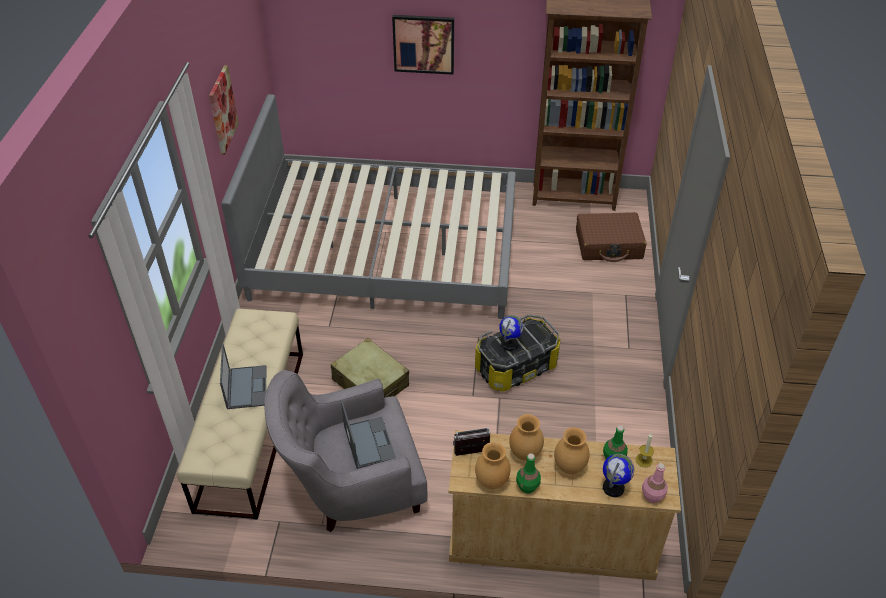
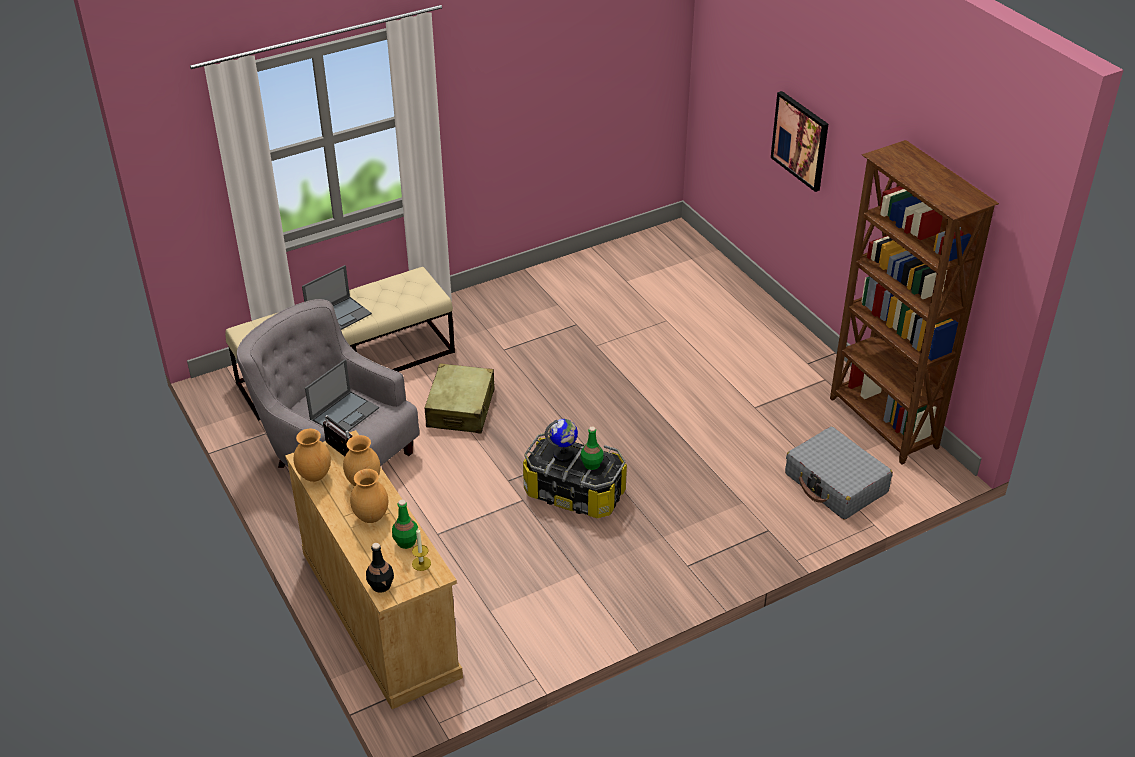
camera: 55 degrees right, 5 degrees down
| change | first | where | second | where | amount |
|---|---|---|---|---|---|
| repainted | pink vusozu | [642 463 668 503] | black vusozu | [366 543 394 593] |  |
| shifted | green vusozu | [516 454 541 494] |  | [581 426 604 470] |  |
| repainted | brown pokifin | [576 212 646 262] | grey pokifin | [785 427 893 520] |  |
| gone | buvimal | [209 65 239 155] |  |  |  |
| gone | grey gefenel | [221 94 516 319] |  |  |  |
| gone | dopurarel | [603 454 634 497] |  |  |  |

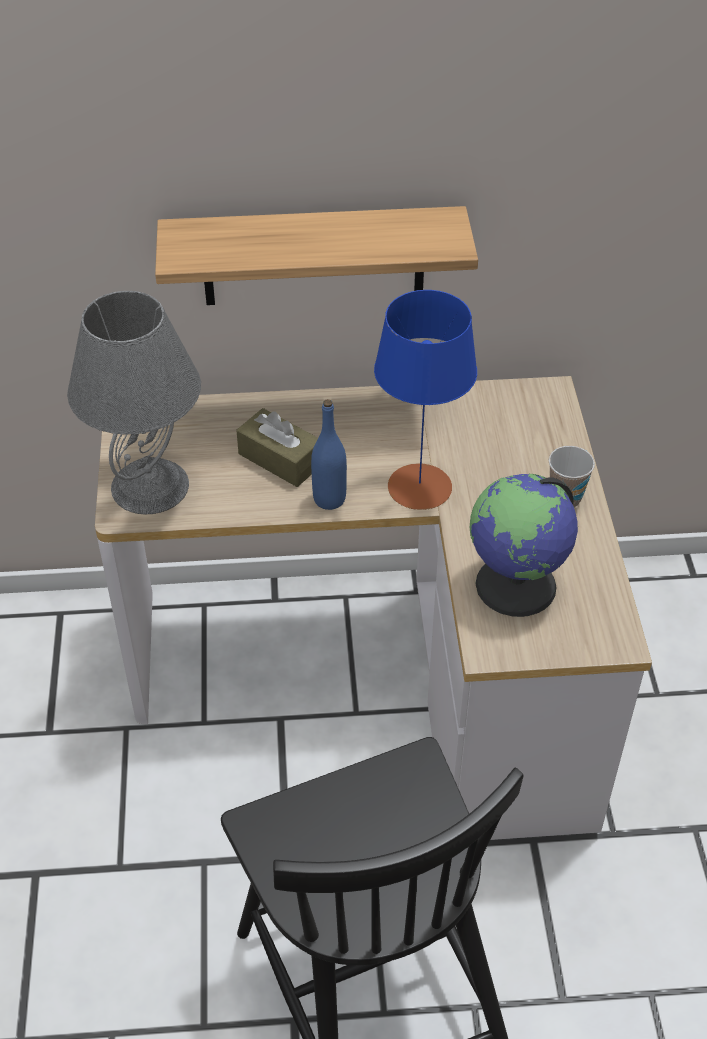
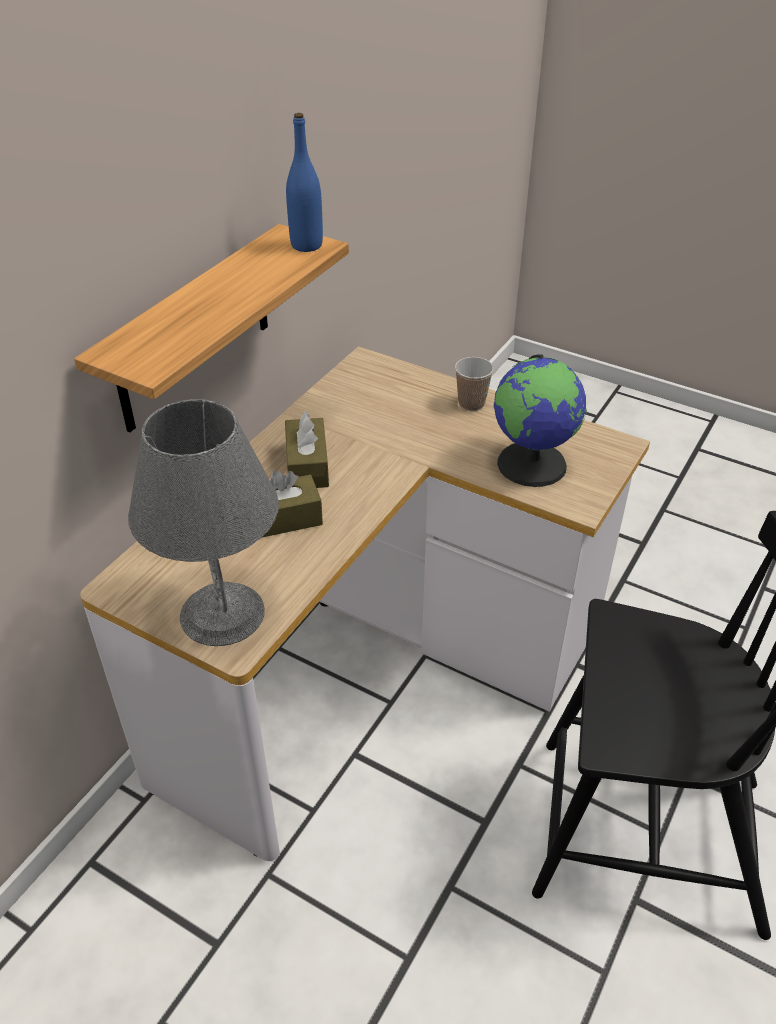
camera: 55 degrees left, 5 degrees down
| change | first | where | second | where | amount |
|---|---|---|---|---|---|
| new |  |  | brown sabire | [285 411 329 488] |  |
| shifted | blue vusozu | [311 399 347 510] |  | [286 113 323 252] |  |
| gone | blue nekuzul | [374 290 477 510] |  |  |  |

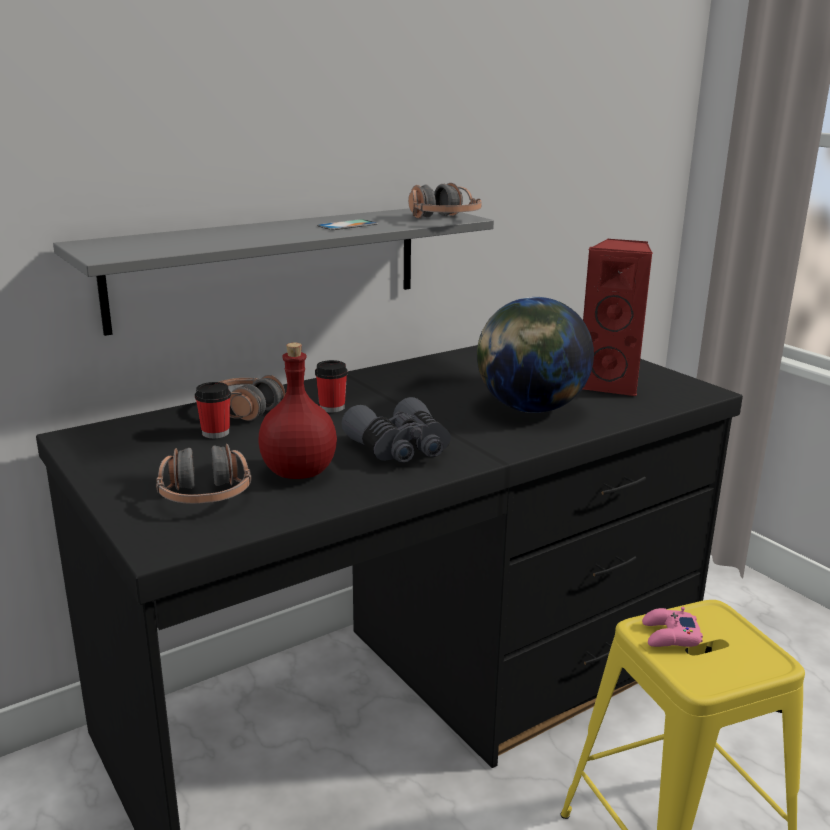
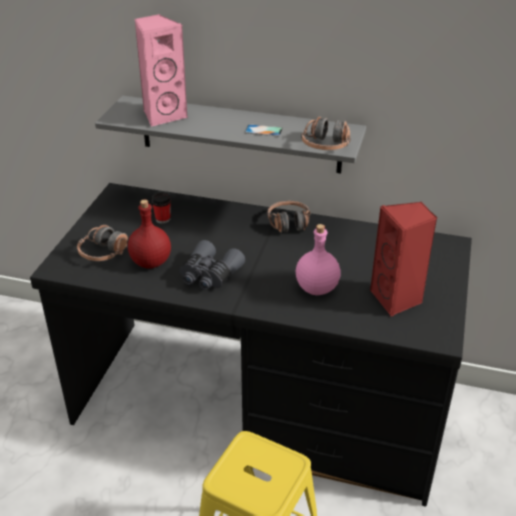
camera: 50 degrees right, 15 degrees up
| change | first | where | second | where | amount |
|---|---|---|---|---|---|
| new |  |  | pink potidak | [134 14 188 127] |  |
| shifted | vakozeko | [219 375 286 421] |  | [267 201 311 233] |  |
| swapped | dopurarel | [477 297 594 413] | pink vusozu | [296 224 341 295] |  |
| gone | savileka | [315 360 348 413] |  |  |  |
| gone | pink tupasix | [642 607 703 647] |  |  |  |

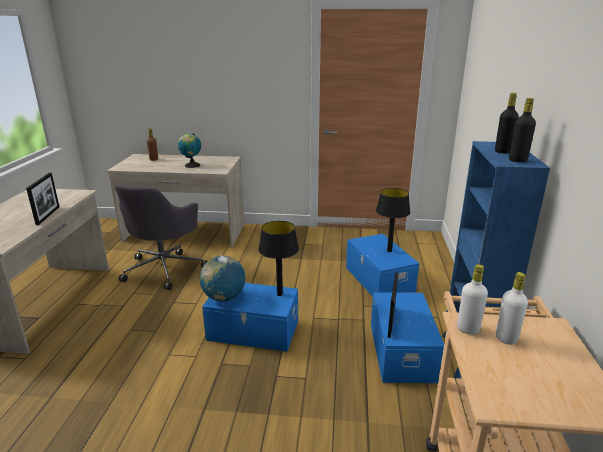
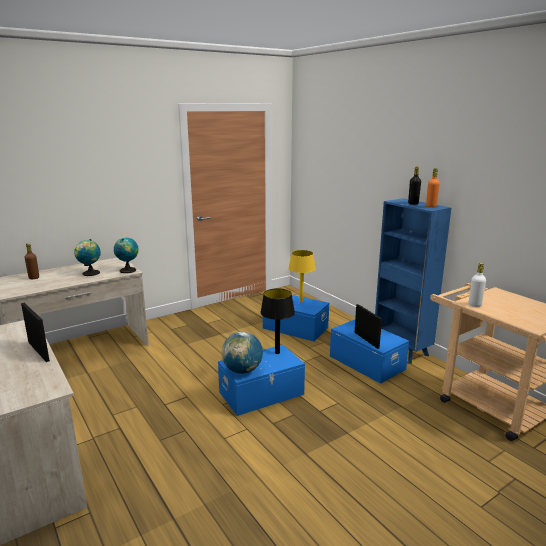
camera: 40 degrees left, 5 degrees down
| change | first | where | second | where | amount |
|---|---|---|---|---|---|
| new |  |  | dopurarel | [114 237 139 273] |  |
| repainted | black nekuzul | [376 188 410 252] | yellow nekuzul | [288 250 316 302] |  |
| repainted | black vusozu | [509 98 536 162] | orange vusozu | [426 168 440 208] |  |
| gone | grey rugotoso | [115 184 207 290] |  |  |  |
| gone | white vusozu | [496 272 528 345] |  |  |  |

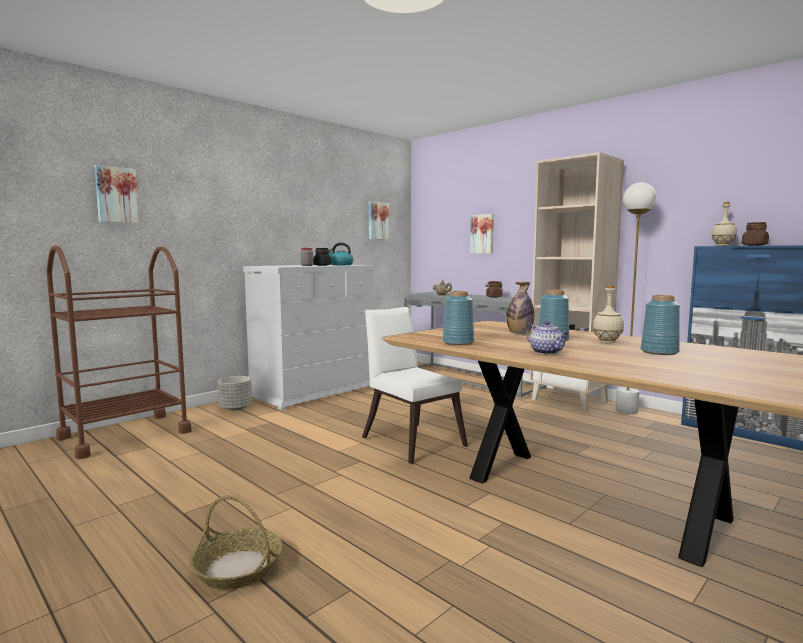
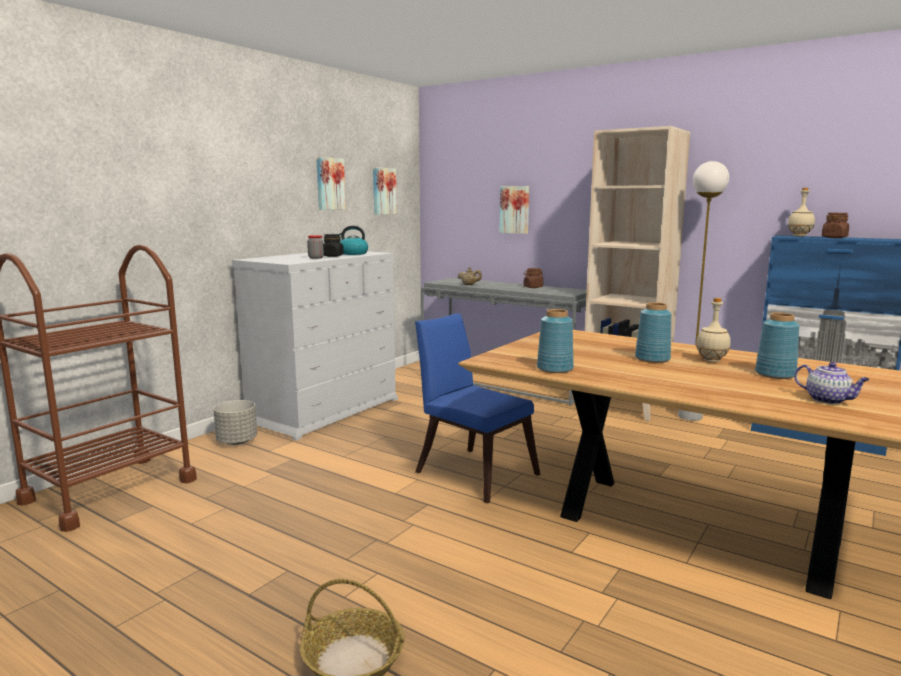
camera: 10 degrees left, 5 degrees up
| change | first | where | second | where | amount |
|---|---|---|---|---|---|
| shifted | buvimal | [95 165 139 223] |  | [316 157 346 210] |  |
| repainted | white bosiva | [362 307 468 464] | blue bosiva | [415 313 540 504] |  |
| shifted | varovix | [526 321 569 354] |  | [794 362 870 404] |  |
| gone | vusozu | [507 282 534 334] |  |  |  |

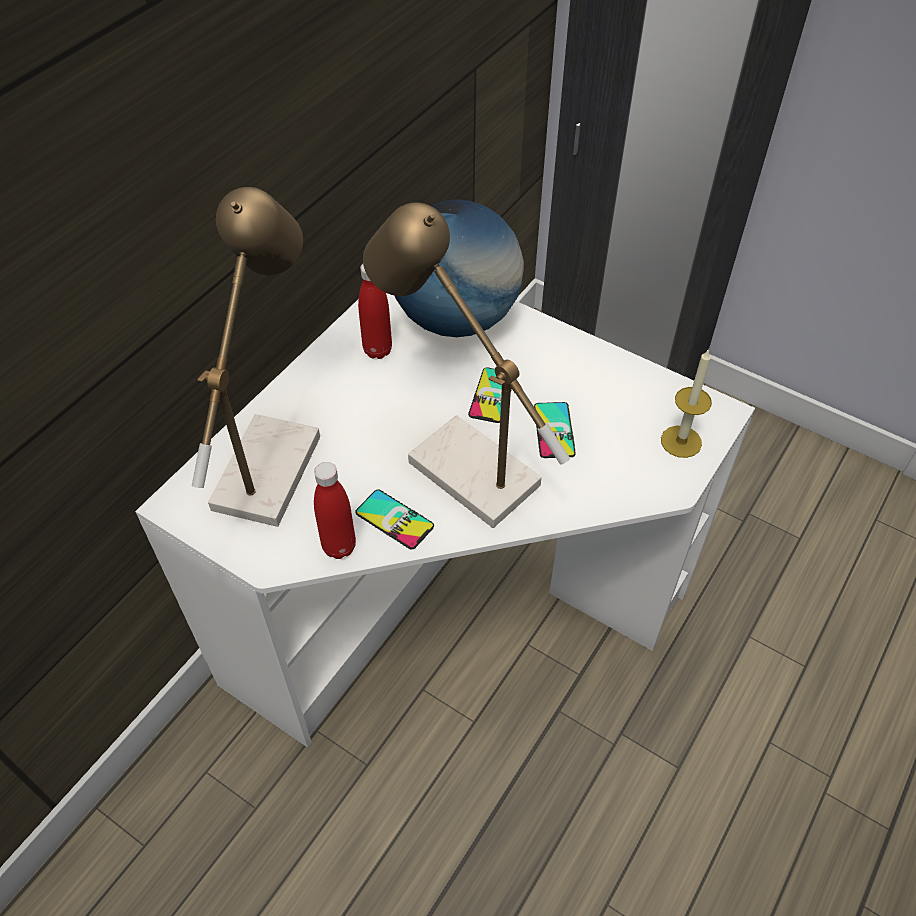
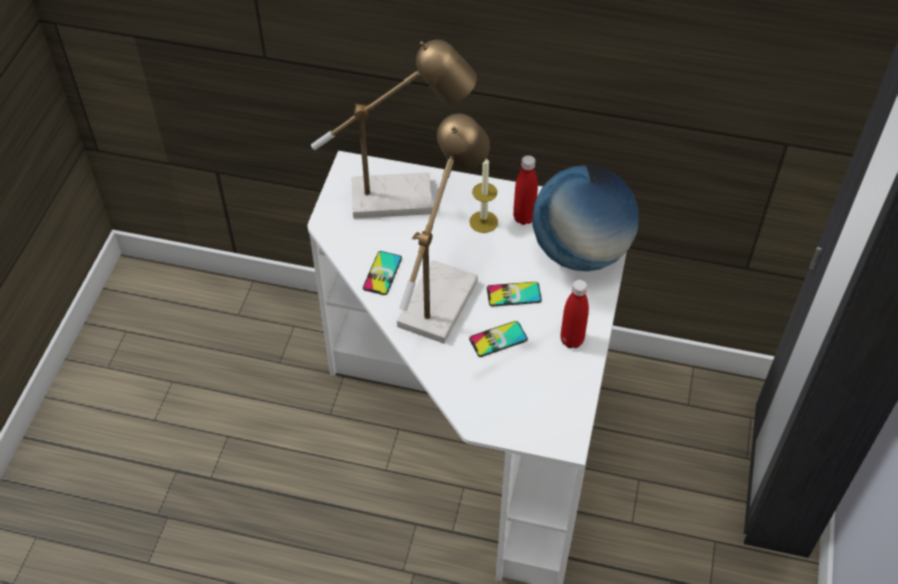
camera: 70 degrees right, 0 degrees up
| change | first | where | second | where | amount |
|---|---|---|---|---|---|
| shifted | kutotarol | [661 349 712 458] |  | [469 158 498 233] |  |
| shifted | red vusozu | [314 462 356 559] |  | [560 279 589 348] |  |

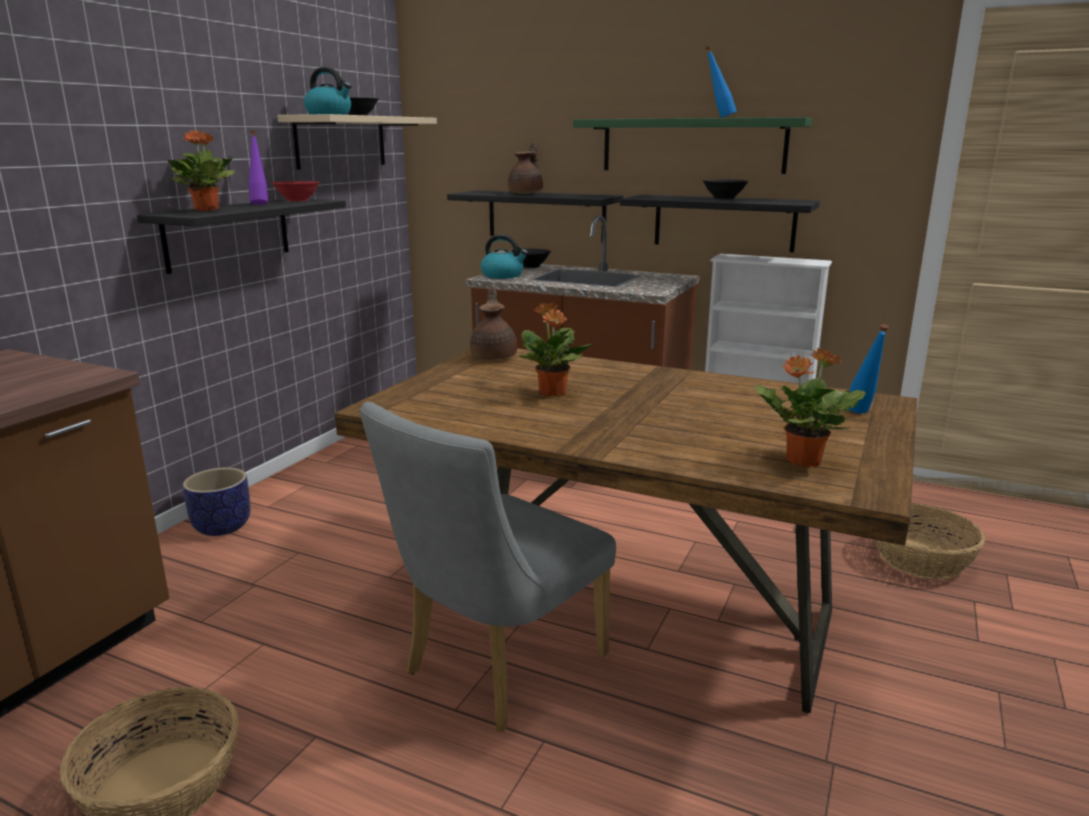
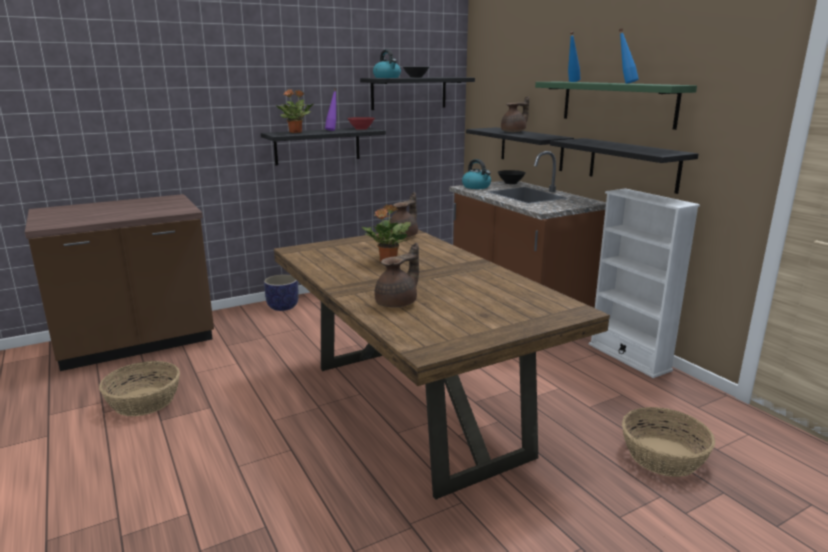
camera: 35 degrees right, 0 degrees up
| change | first | where | second | where | amount |
|---|---|---|---|---|---|
| repainted | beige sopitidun | [277 114 437 170] | black sopitidun | [360 77 475 110] |  |
| new |  |  | brown varovix | [375 243 419 308] |  |
| shifted | blue vusozu | [849 324 889 414] |  | [568 31 580 82] |  |
| gone | grey bosiva | [360 402 616 732] |  |  |  |
| gone | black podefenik | [703 180 749 199] |  |  |  |
| gone | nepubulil | [754 348 866 468] |  |  |  |

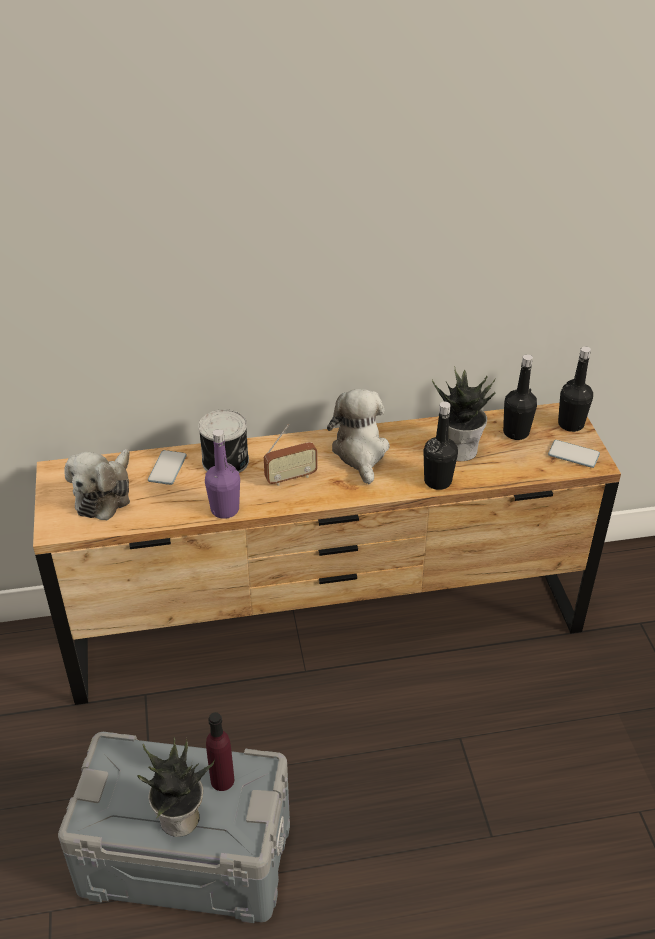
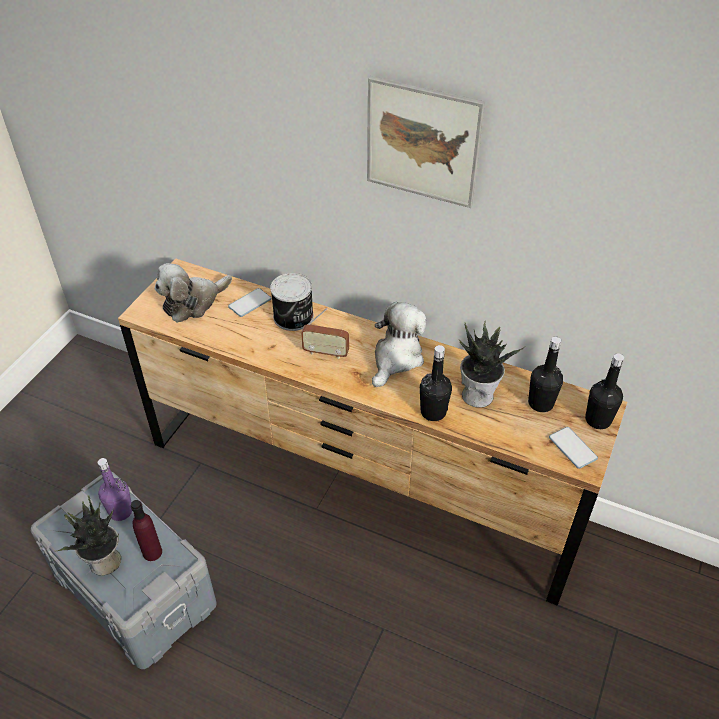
camera: 35 degrees right, 5 degrees up
| change | first | where | second | where | amount |
|---|---|---|---|---|---|
| shifted | purple vusozu | [205 429 240 519] |  | [98 458 132 521] |  |
| new |  |  | buvimal | [367 76 485 208] |  |

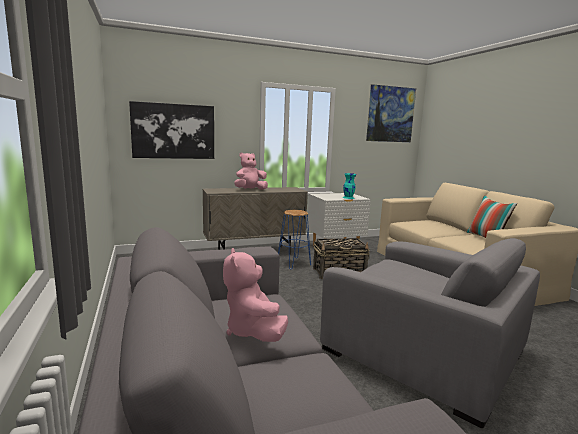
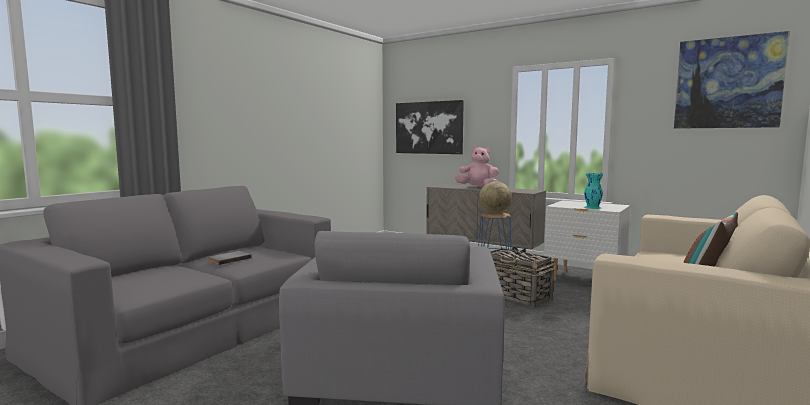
camera: 55 degrees right, 5 degrees down
| change | first | where | second | where | amount |
|---|---|---|---|---|---|
| swapped | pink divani | [223 248 288 342] | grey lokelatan | [209 251 252 265] |  |
| new |  |  | dopurarel | [479 181 512 214] |  |

